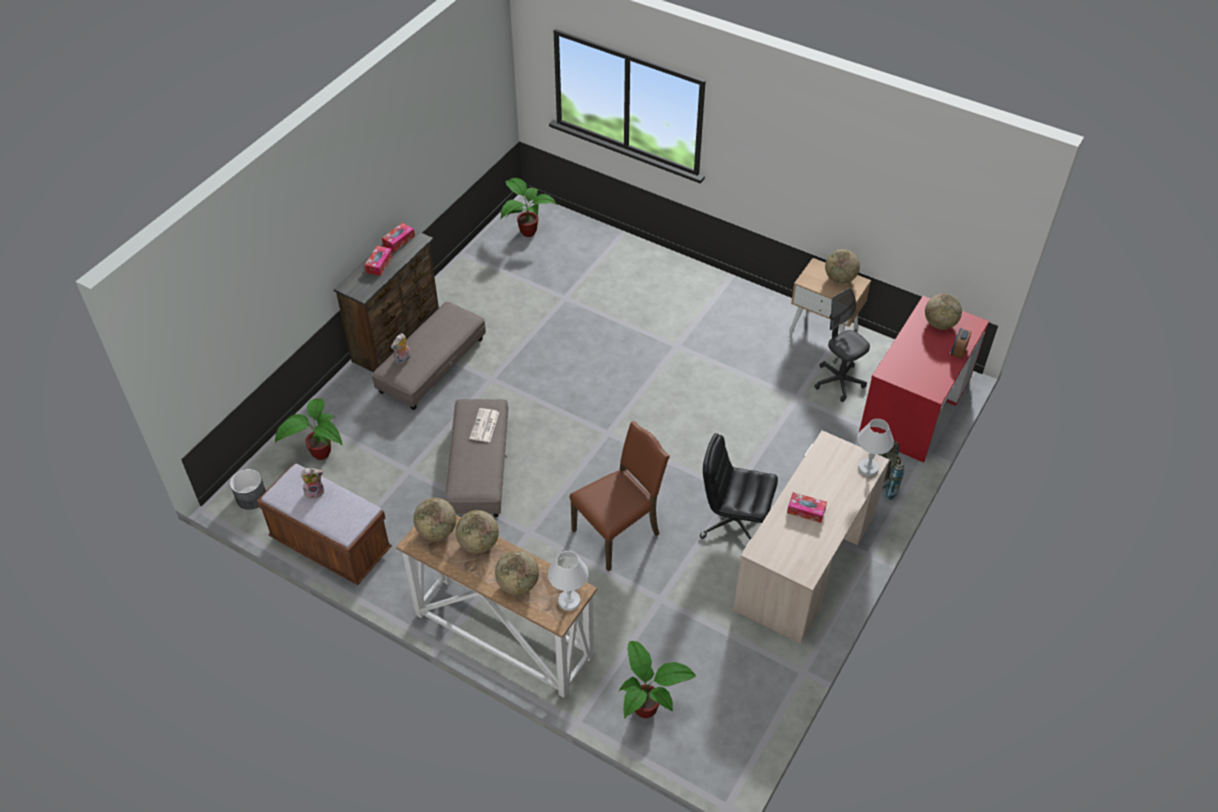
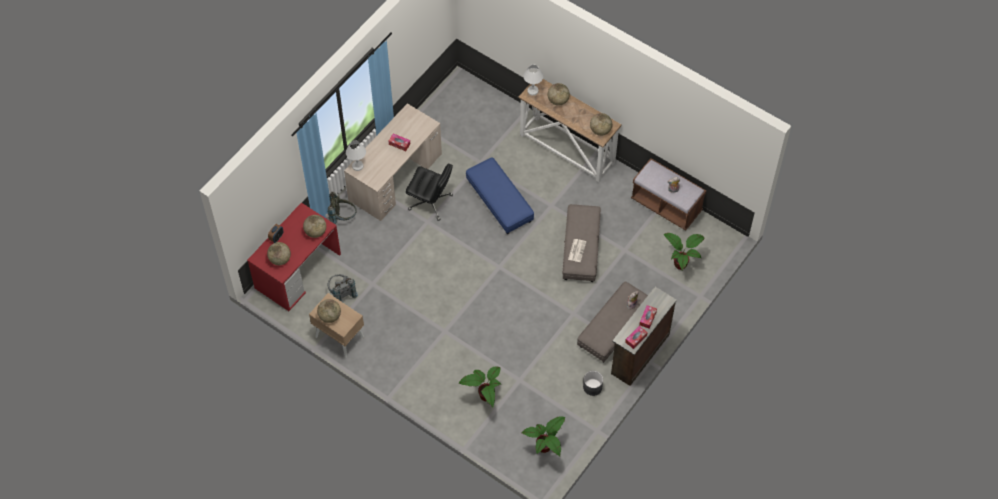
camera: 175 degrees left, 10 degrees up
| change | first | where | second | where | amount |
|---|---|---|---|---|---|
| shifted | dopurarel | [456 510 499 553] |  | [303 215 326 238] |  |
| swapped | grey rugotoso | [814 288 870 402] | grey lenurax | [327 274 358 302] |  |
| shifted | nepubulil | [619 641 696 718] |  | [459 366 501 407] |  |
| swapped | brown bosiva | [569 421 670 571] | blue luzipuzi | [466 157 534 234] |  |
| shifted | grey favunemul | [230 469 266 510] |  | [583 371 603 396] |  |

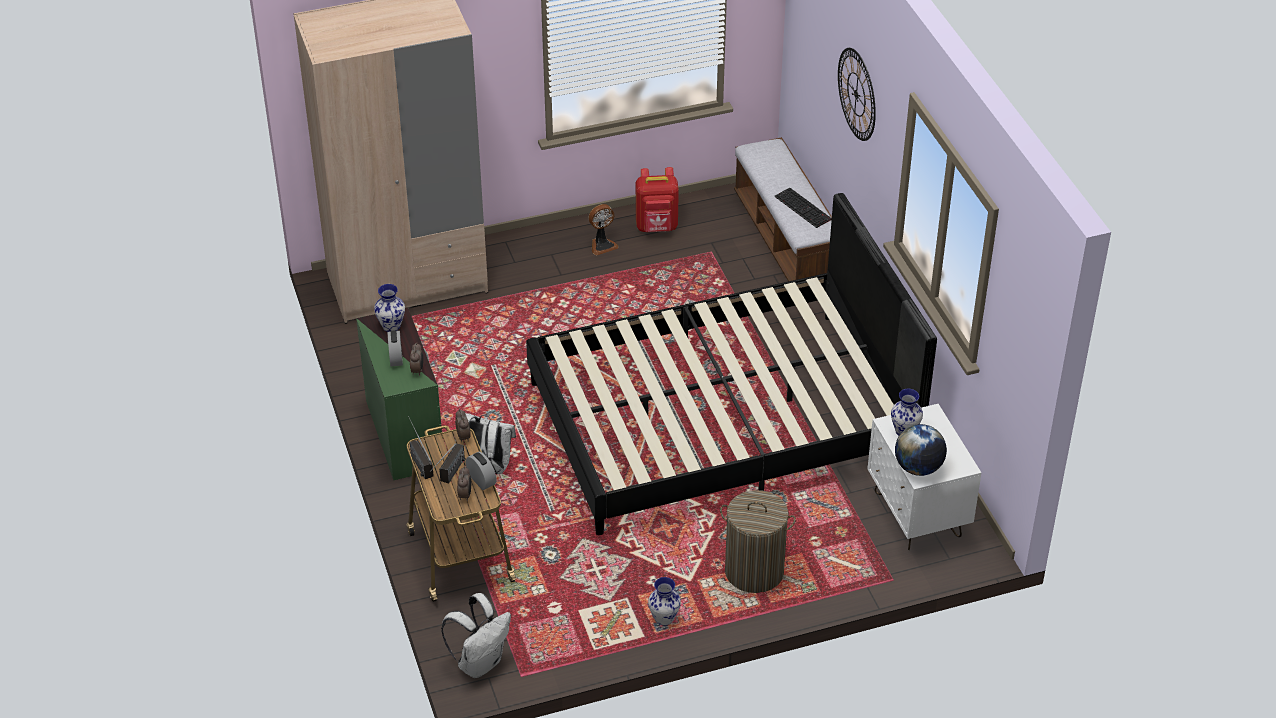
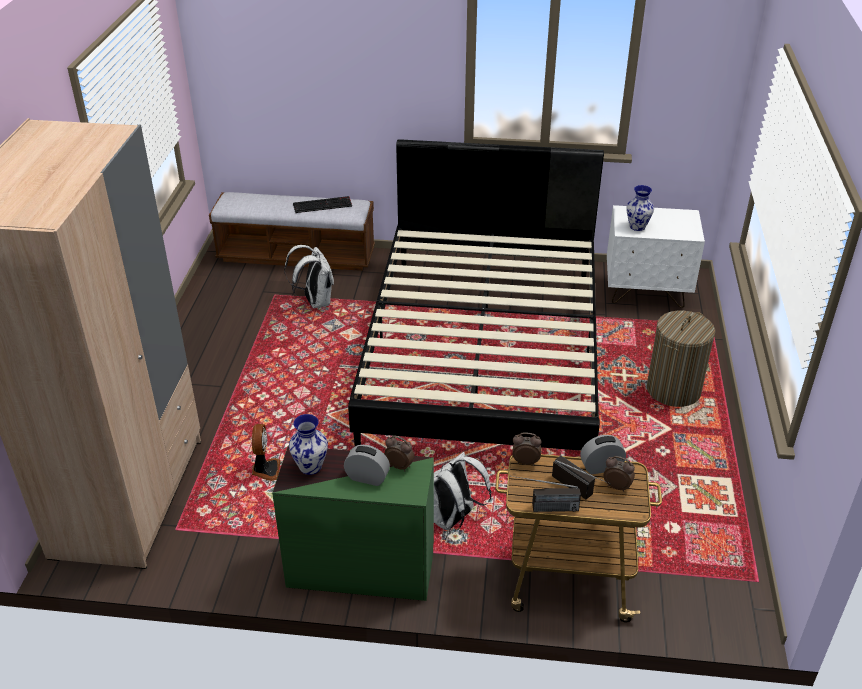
camera: 65 degrees left, 5 degrees down
| change | first | where | second | where | amount |
|---|---|---|---|---|---|
| shifted | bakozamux | [589 204 619 255] |  | [252 424 281 481] |  |
| shifted | white lenurax | [441 593 511 678] |  | [284 245 334 308] |  |
| gone | red lenurax | [636 167 679 232] |  |  |  |
| gone | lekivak | [648 577 681 625] |  |  |  |
| gone | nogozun | [838 48 876 141] |  |  |  |
| gone | dopurarel | [895 424 947 476] |  |  |  |

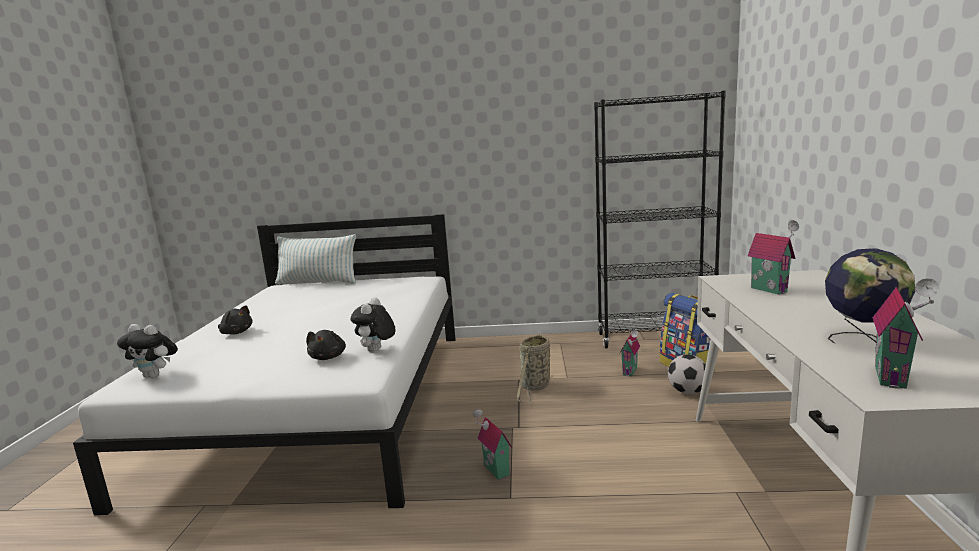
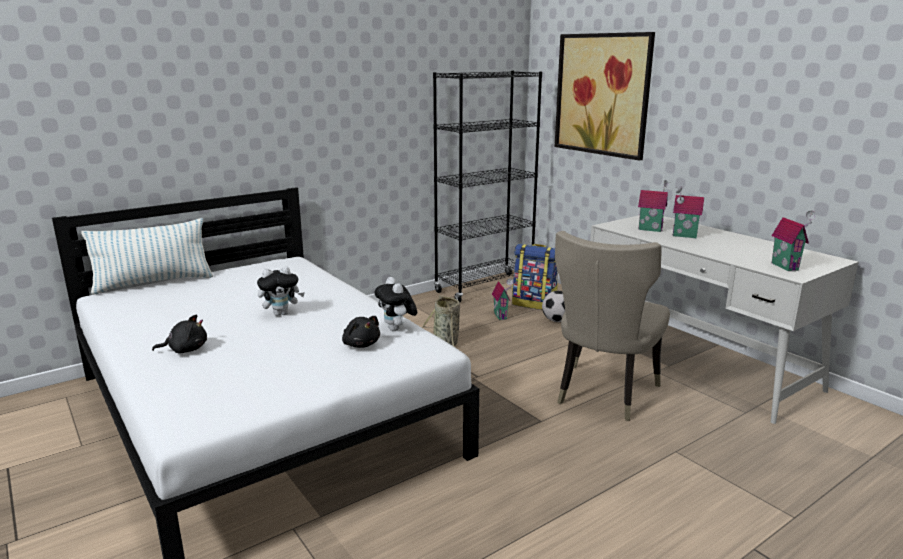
camera: 40 degrees left, 5 degrees up
| change | first | where | second | where | amount |
|---|---|---|---|---|---|
| shifted | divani | [117 324 178 378] |  | [257 266 305 316] |  |
| new |  |  | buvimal | [555 32 655 161] |  |
| new |  |  | beige bosiva | [555 231 670 421] |  |
| shifted | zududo | [472 408 512 480] |  | [672 186 704 238] |  |
| gone | dopurarel | [825 248 915 343] |  |  |  |

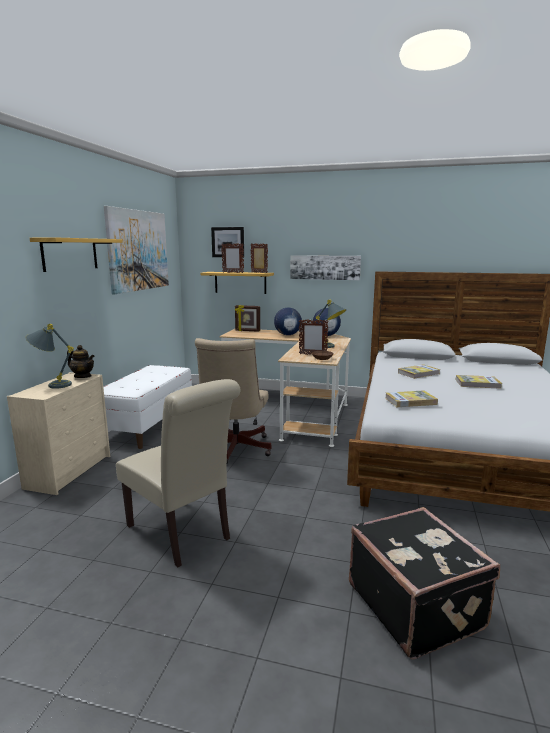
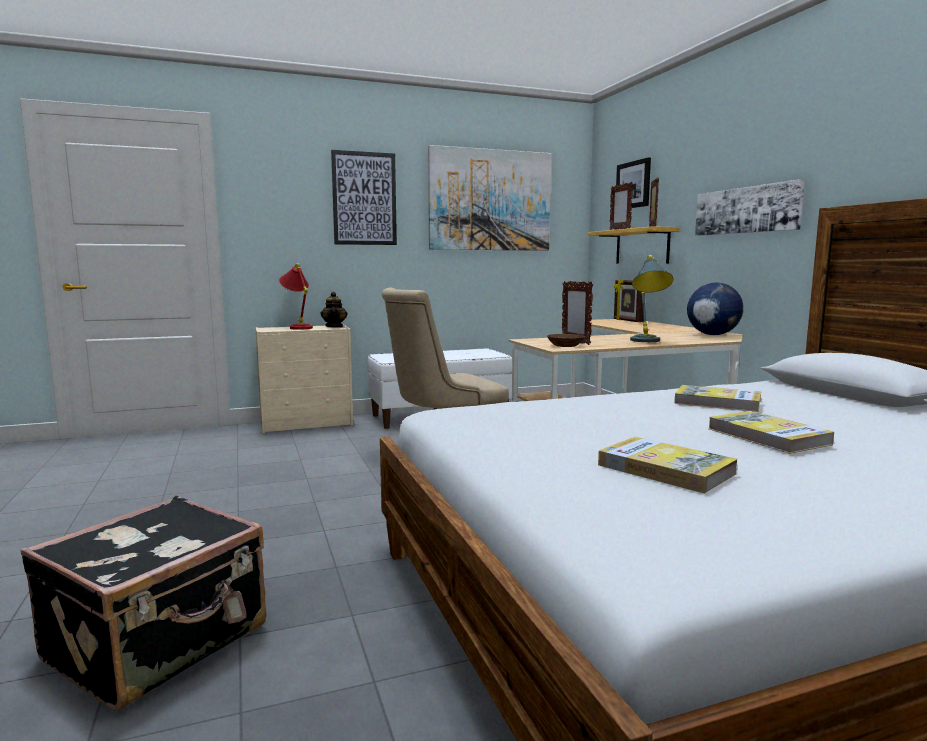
camera: 55 degrees right, 5 degrees down
| change | first | where | second | where | amount |
|---|---|---|---|---|---|
| repainted | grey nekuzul | [25 324 74 389] | red nekuzul | [279 263 313 330] |  |
| swapped | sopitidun | [30 237 123 272] | buvimal | [331 150 397 245] |  |
| shifted | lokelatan | [385 390 438 407] |  | [598 437 738 493] |  |
| gone | beige bosiva | [116 379 240 568] |  |  |  |
| gone | dopurarel | [274 307 302 335] |  |  |  |

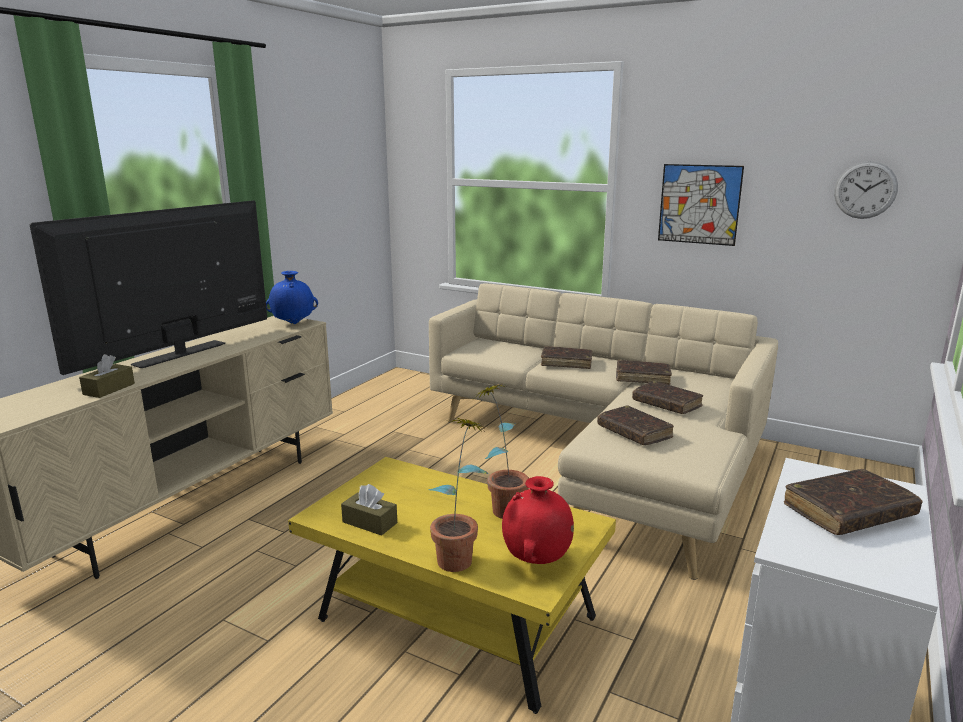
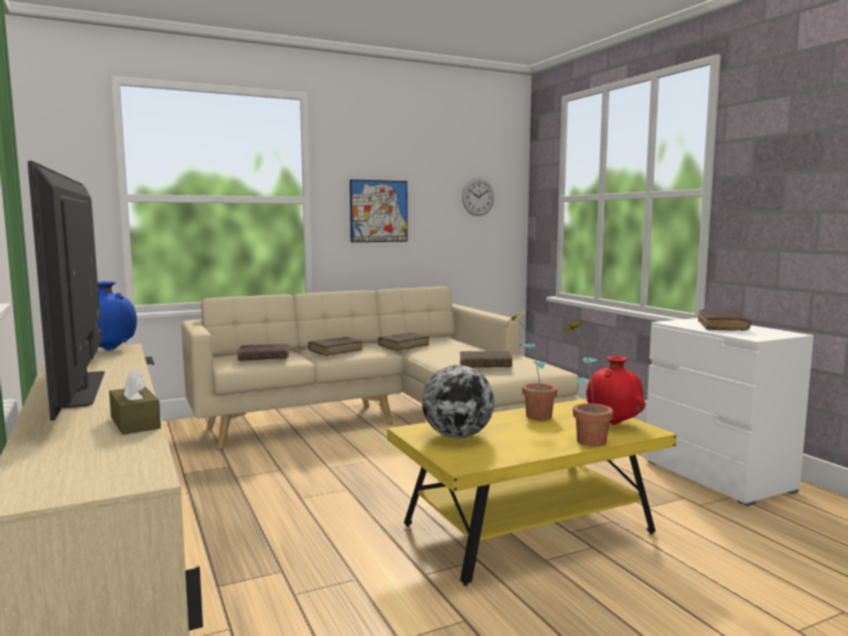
camera: 55 degrees left, 10 degrees down
| change | first | where | second | where | amount |
|---|---|---|---|---|---|
| shifted | brown lokelatan | [632 381 703 414] |  | [237 344 289 361] |  |
| new |  |  | dopurarel | [422 365 494 438] |  |
| gone | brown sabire | [341 484 397 536] |  |  |  |

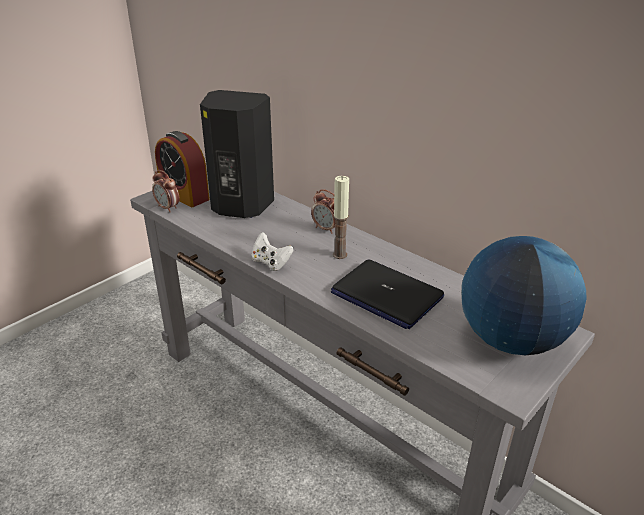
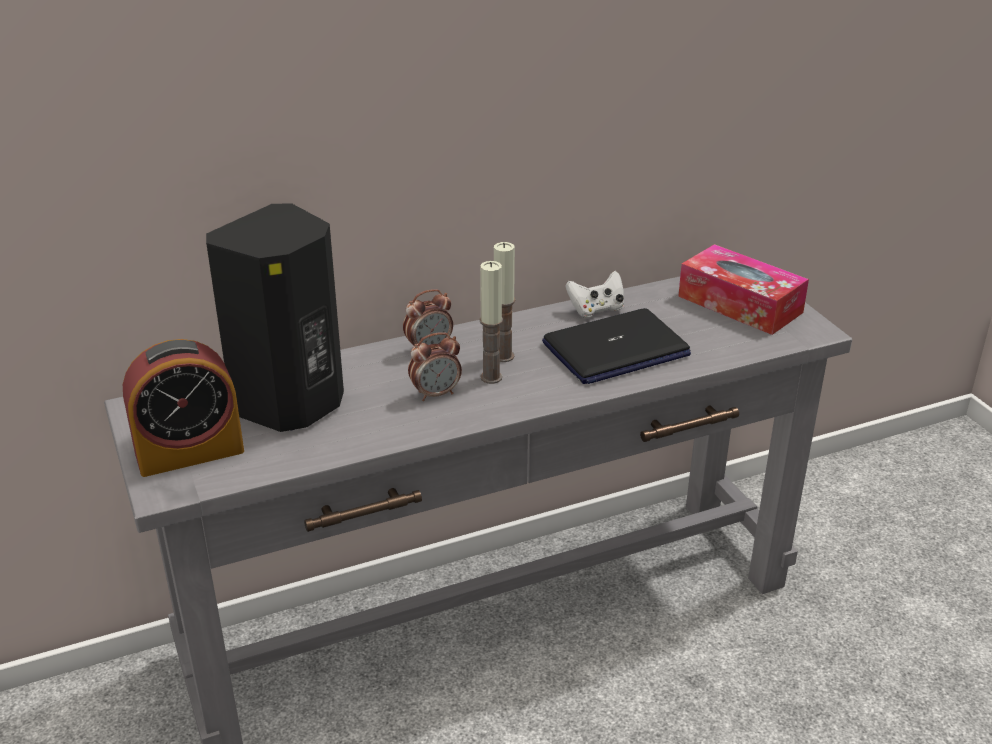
camera: 65 degrees left, 0 degrees up
| change | first | where | second | where | amount |
|---|---|---|---|---|---|
| shifted | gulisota | [152 170 179 212] |  | [408 332 462 401] |  |
| new |  |  | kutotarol | [480 261 503 384] |  |
| shifted | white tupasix | [251 232 294 271] |  | [565 271 624 318] |  |
| swapped | dopurarel | [461 236 586 355] | sabire | [678 244 809 335] |  |

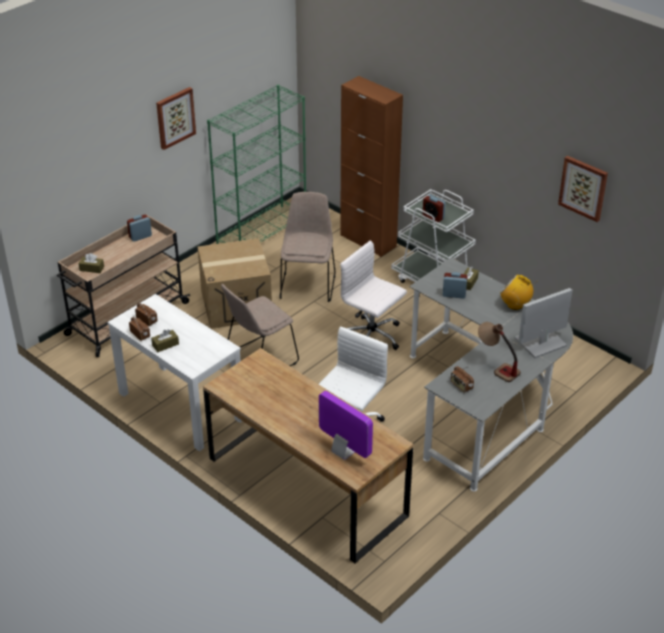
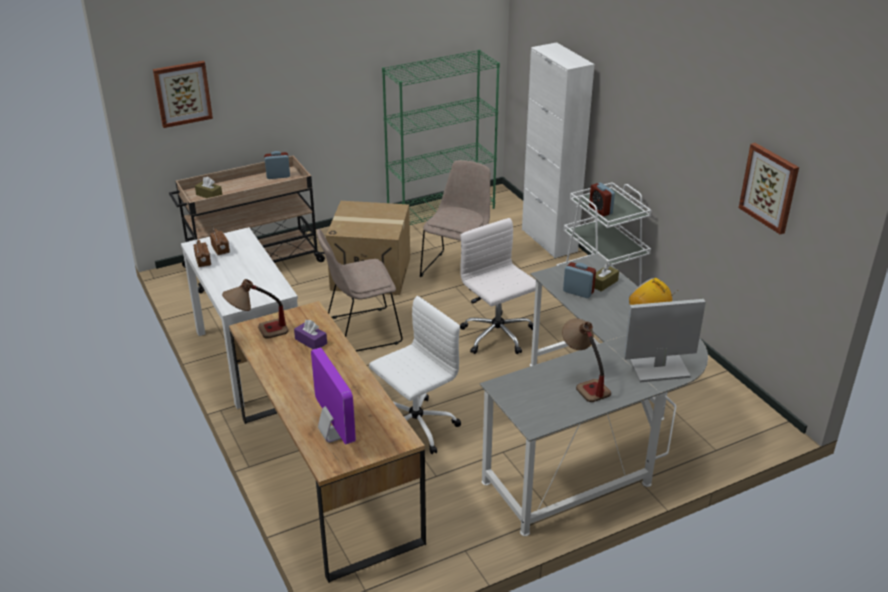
camera: 20 degrees right, 5 degrees down
| change | first | where | second | where | amount |
|---|---|---|---|---|---|
| shifted | buvimal | [156 87 196 150] |  | [153 61 213 128] |  |
| new |  |  | nekuzul | [222 279 289 339] |  |
| new |  |  | purple sabire | [294 319 327 349] |  |
| repainted | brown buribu | [340 76 403 257] | white buribu | [522 42 595 258] |  |
| gone | brown sabire | [151 329 179 352] |  |  |  |
| gone | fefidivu | [451 366 474 393] |  |  |  |

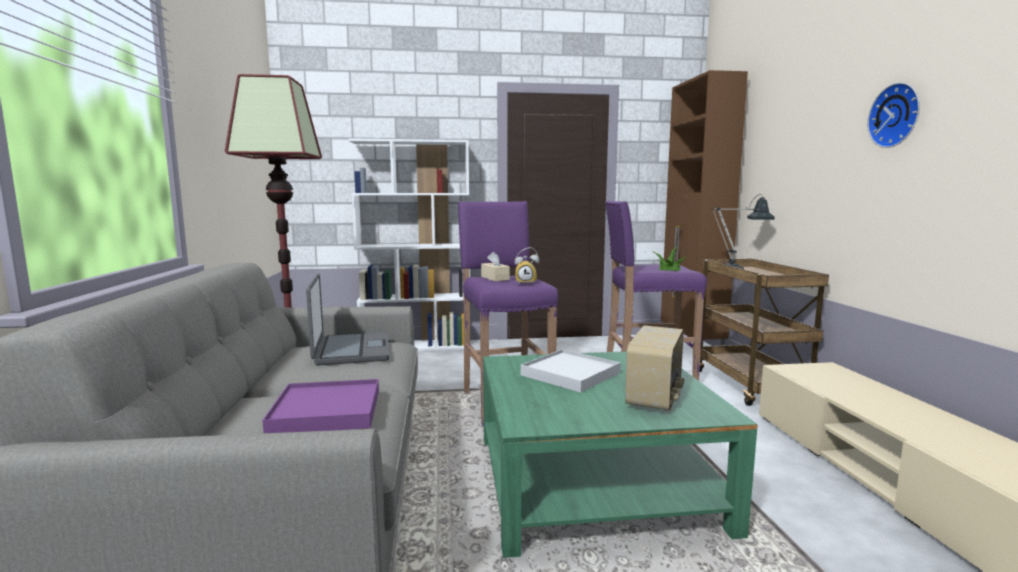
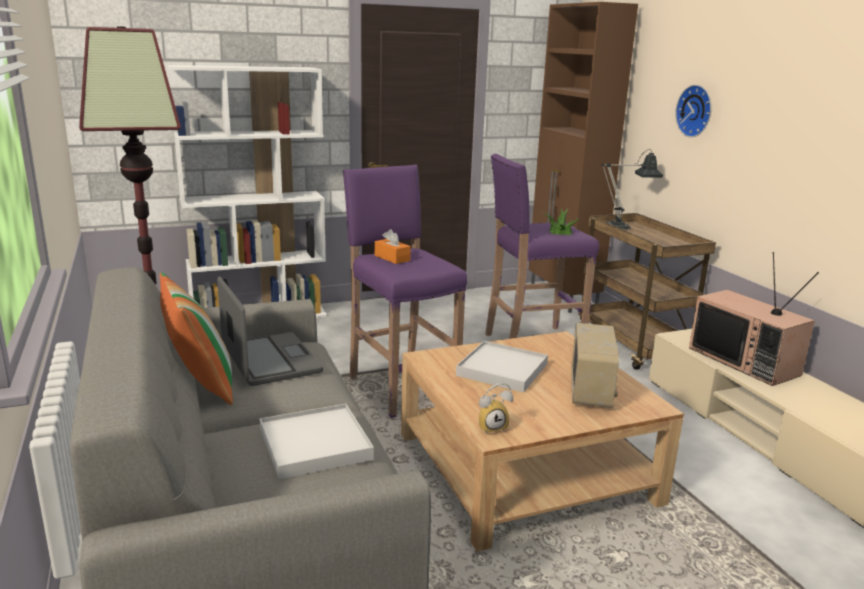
camera: 15 degrees left, 10 degrees up
| change | first | where | second | where | amount |
|---|---|---|---|---|---|
| new |  |  | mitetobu | [160 272 233 405] |  |
| repainted | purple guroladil | [262 379 379 433] | white guroladil | [260 404 374 479] |  |
| repainted | beige sabire | [481 252 510 281] | orange sabire | [375 229 411 264] |  |
| repainted | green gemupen | [483 351 758 558] | beige gemupen | [401 331 684 552] |  |
| shifted | gulisota | [515 247 539 285] |  | [479 382 513 433] |  |
| shifted | nogozun | [867 82 920 148] |  | [675 85 712 137] |  |
| new |  |  | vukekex | [689 252 819 386] |  |

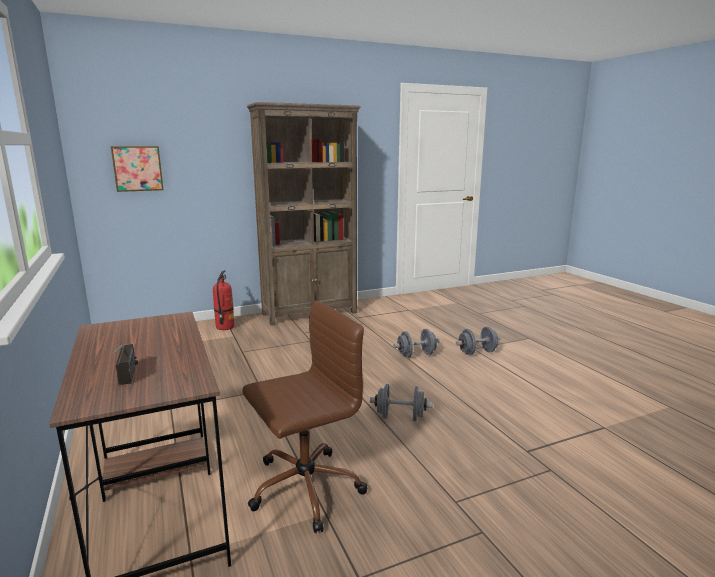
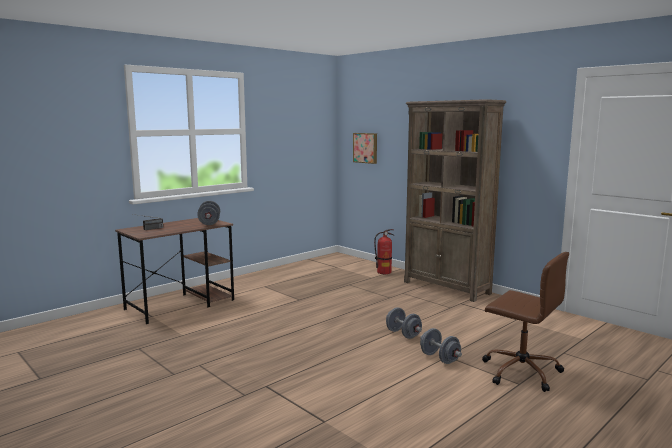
camera: 70 degrees right, 5 degrees down
| change | first | where | second | where | amount |
|---|---|---|---|---|---|
| shifted | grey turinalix | [369 384 433 421] |  | [197 201 220 225] |  |
| shifted | brown rugotoso | [242 301 367 533] |  | [482 252 569 392] |  |

